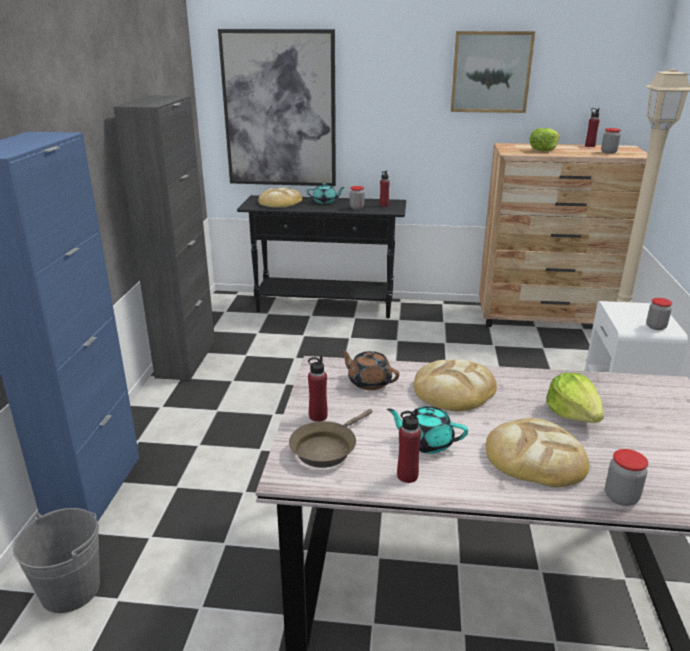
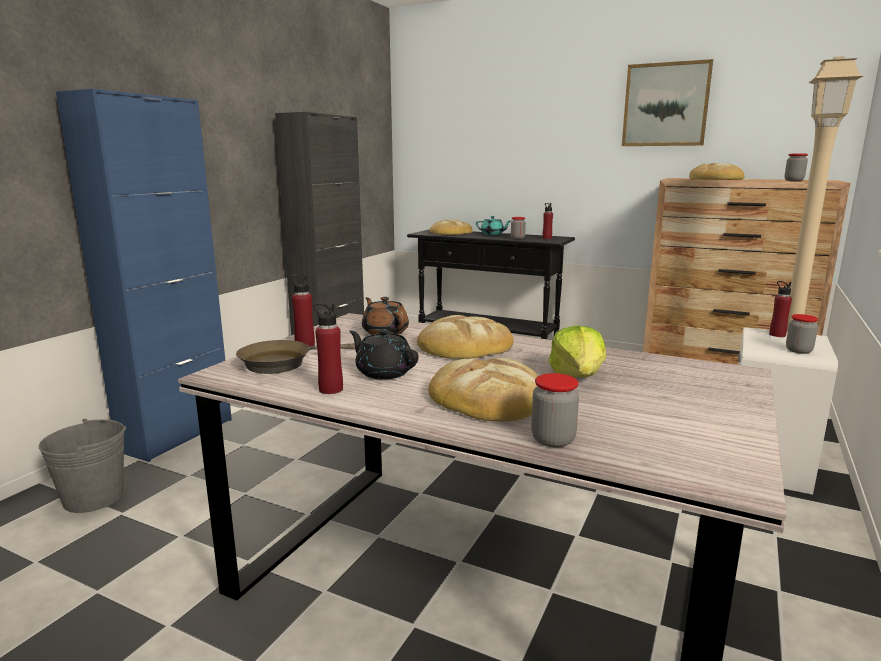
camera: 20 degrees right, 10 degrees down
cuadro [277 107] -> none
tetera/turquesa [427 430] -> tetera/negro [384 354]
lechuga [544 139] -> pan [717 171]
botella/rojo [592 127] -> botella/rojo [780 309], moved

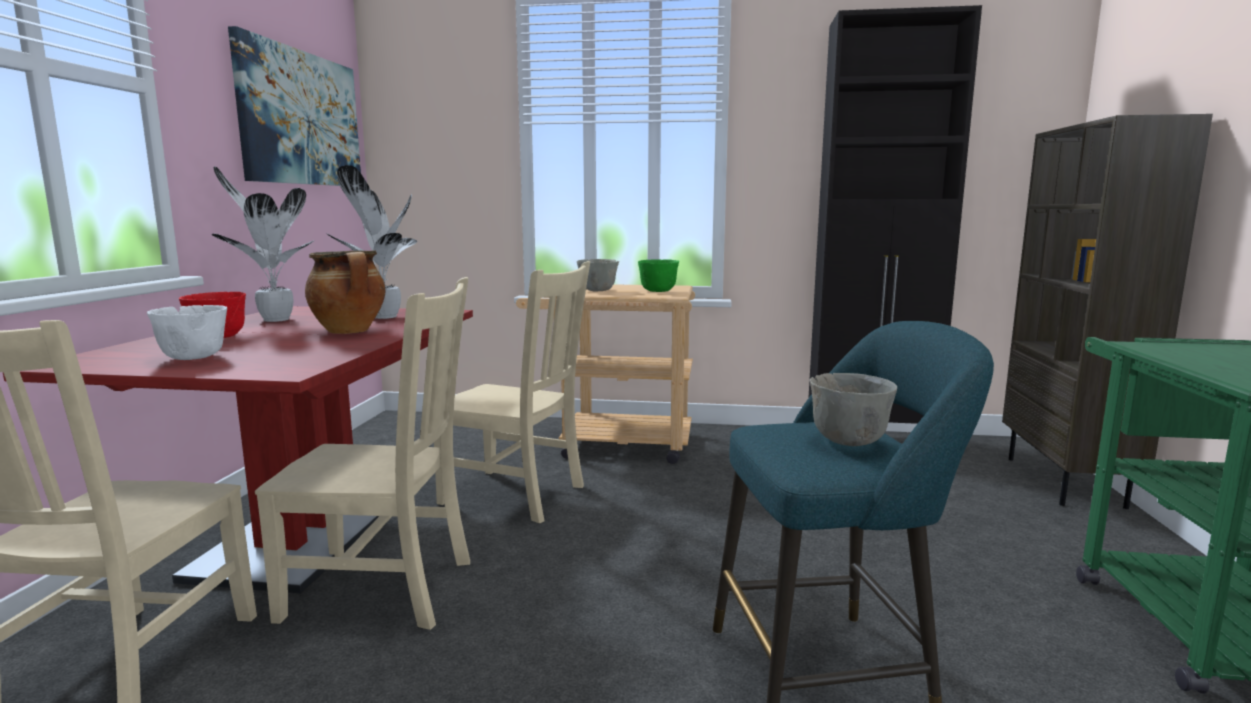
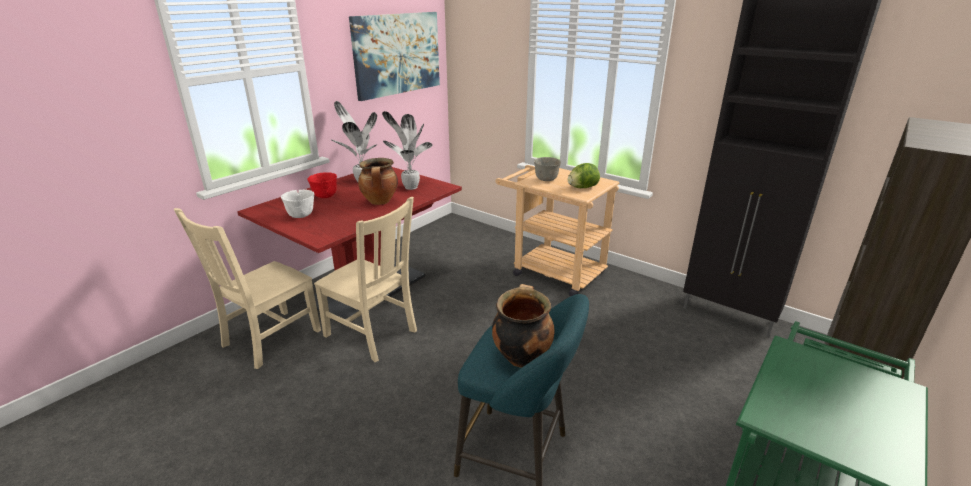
camera: 30 degrees right, 15 degrees up
silla/beis [512 392] -> none
cuenco/verde [658 275] -> lechuga [584 175]
cuenco/gris [853 409] -> olla [523 326]

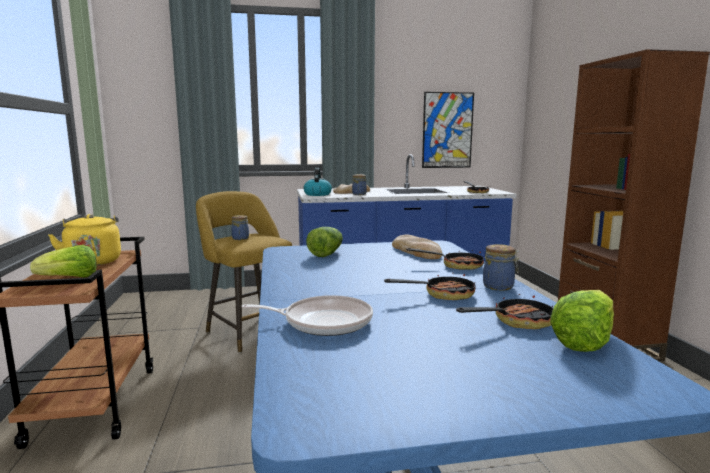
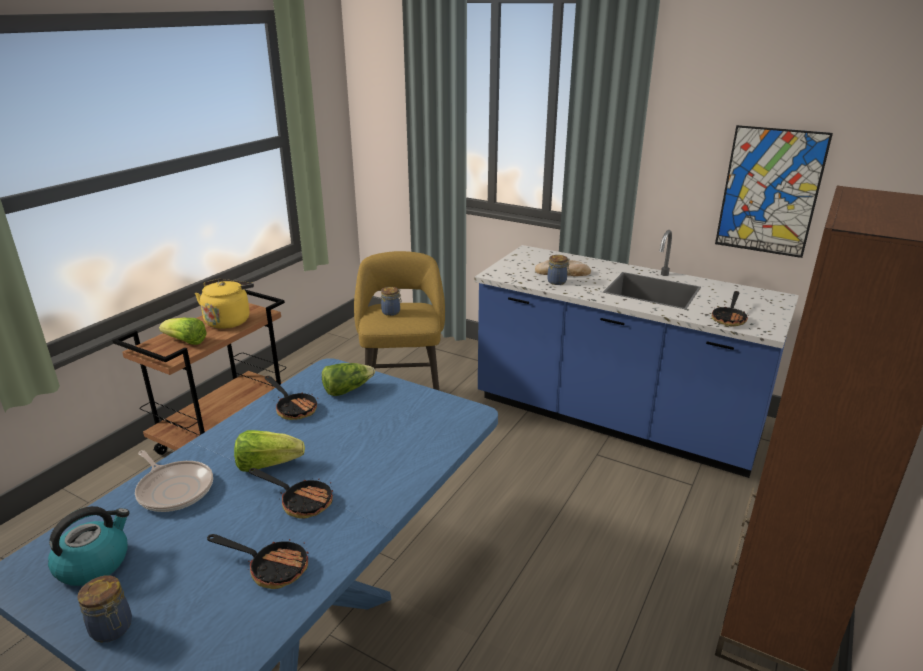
camera: 40 degrees right, 15 degrees up
hervidor [318 182] -> hervidor [89 546], moved
pan [417 246] -> none
sartén [445 259] -> sartén [291 398], moved
tarro [501 267] -> tarro [104 608], moved
lechuga [582 321] -> lechuga [269 451], moved

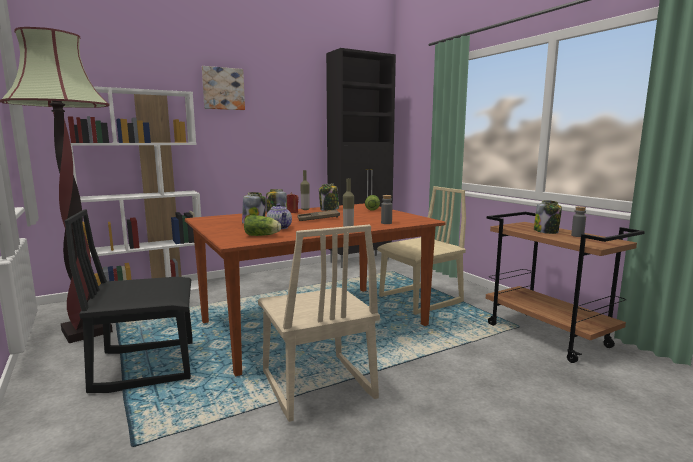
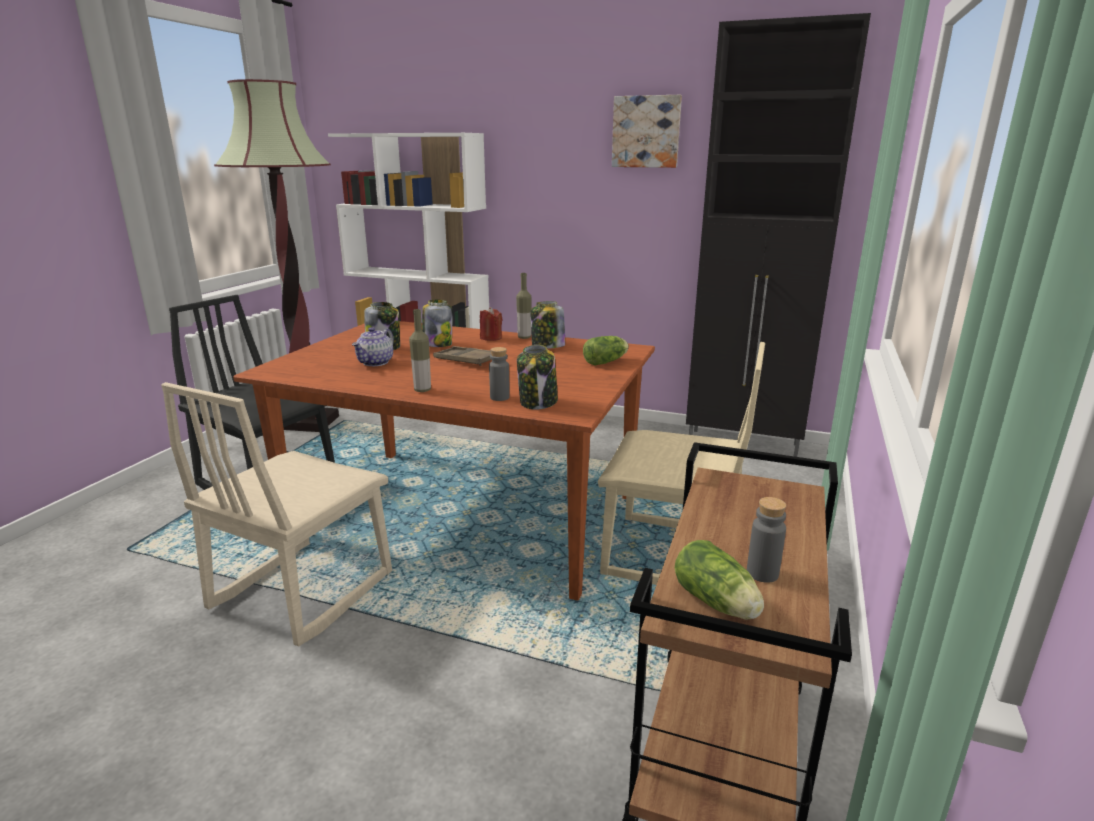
camera: 50 degrees right, 10 degrees up
cuadro [223 88] -> cuadro [647 131], moved
lechuga [262 225] -> lechuga [719 580], moved
tarro [548 217] -> tarro [537 377], moved

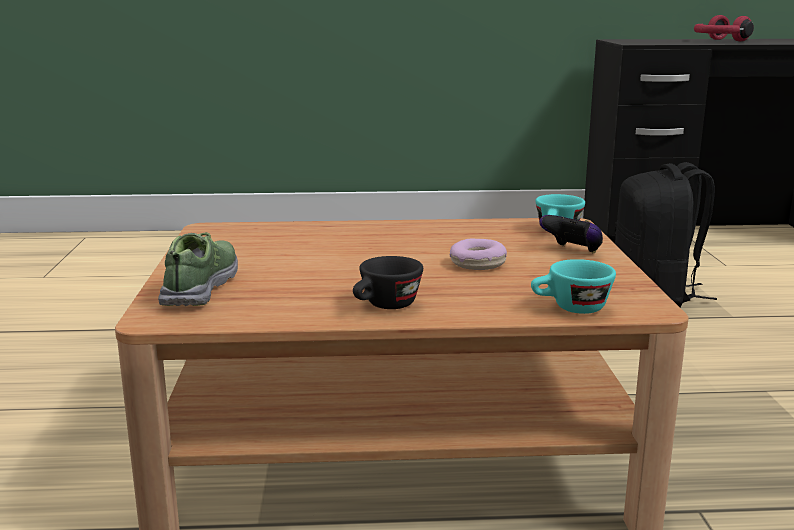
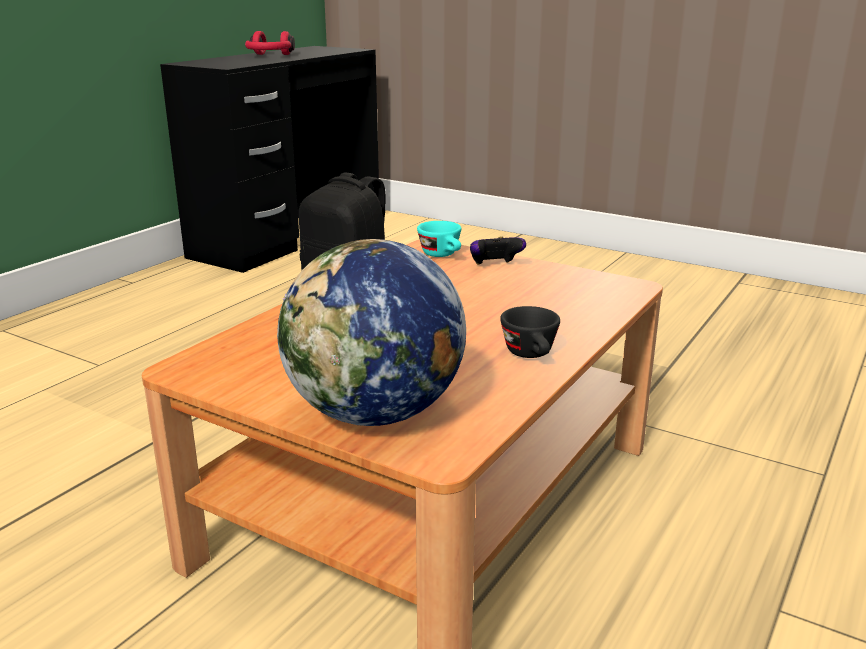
camera: 55 degrees left, 5 degrees up
zapato [198 269] -> globo terráqueo [371 332]
rosquilla [478 254] -> none
taza/turquesa [573 286] -> none

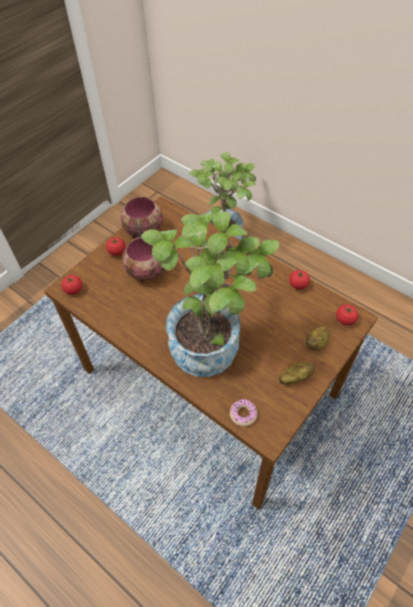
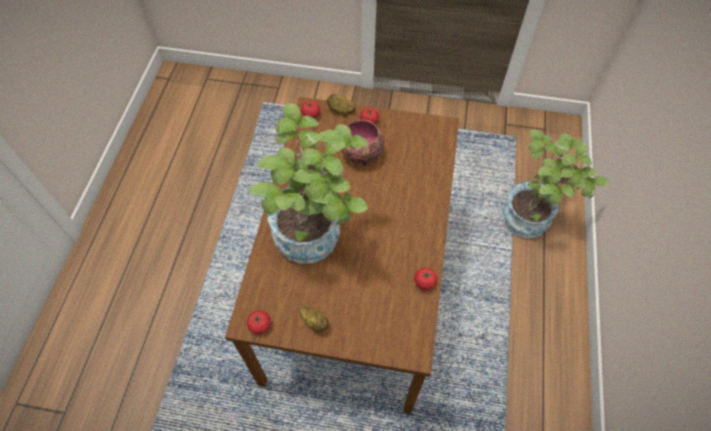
camera: 60 degrees right, 5 degrees up
cuenco [142 217] -> none
rosquilla [244 413] -> none
patata [317 338] -> patata [341 104], moved
tomate [347 314] -> tomate [259 322], moved

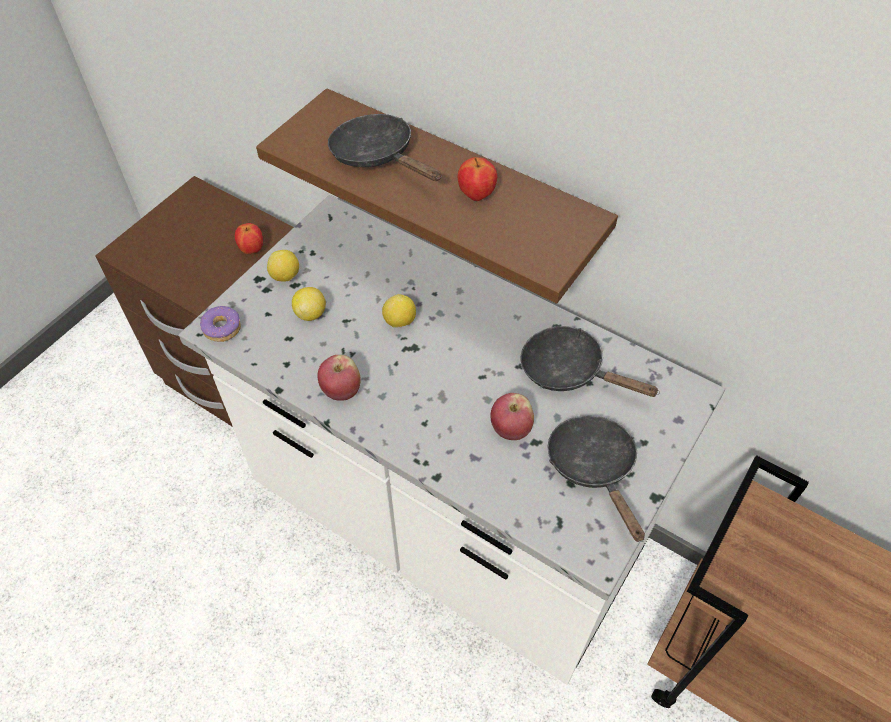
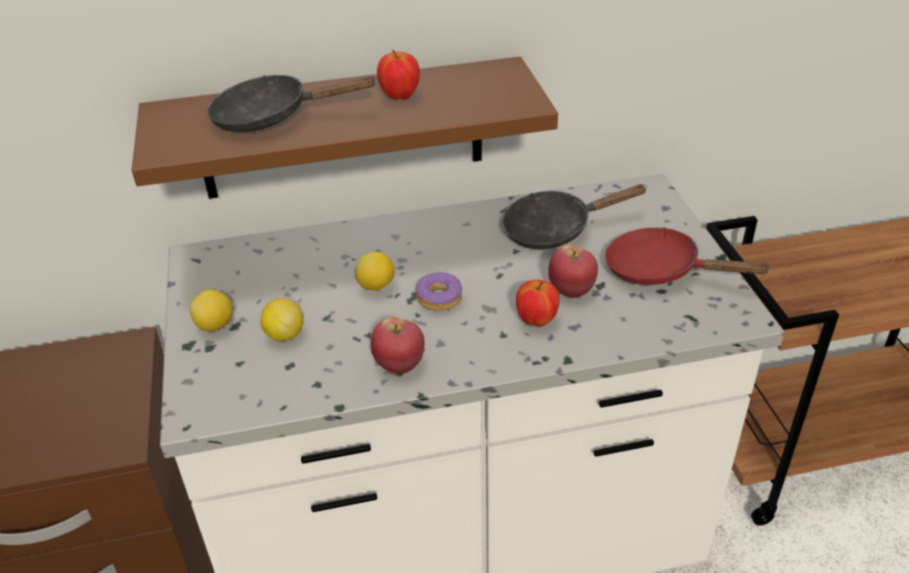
camera: 45 degrees left, 15 degrees down
rosquilla [220 324] -> rosquilla [439 291], moved
manzana [249 238] -> manzana [538 303], moved
sartén/negro [596 478] -> sartén/rojo [688 256]

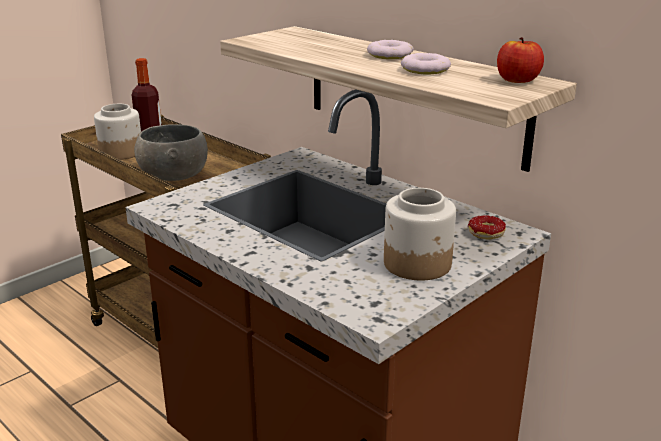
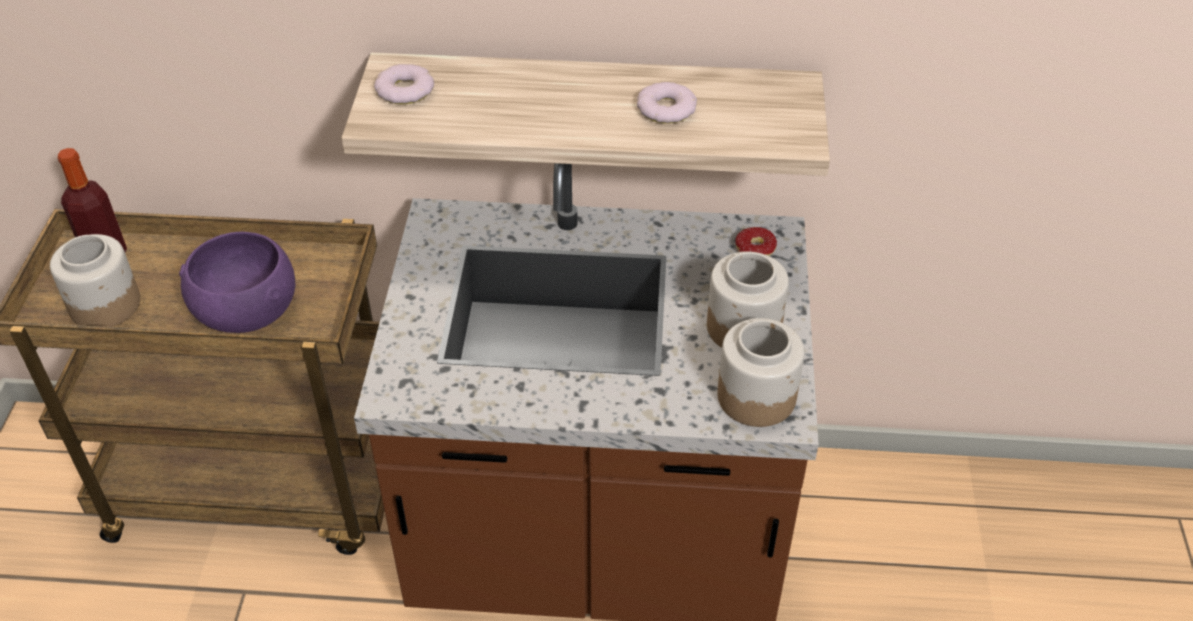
camera: 40 degrees left, 20 degrees up
cuenco/gris [171 152] -> cuenco/morado [237 282]
rosquilla [390 49] -> rosquilla [404 84], moved
manzana [520 60] -> none
none -> tarro [761 372]

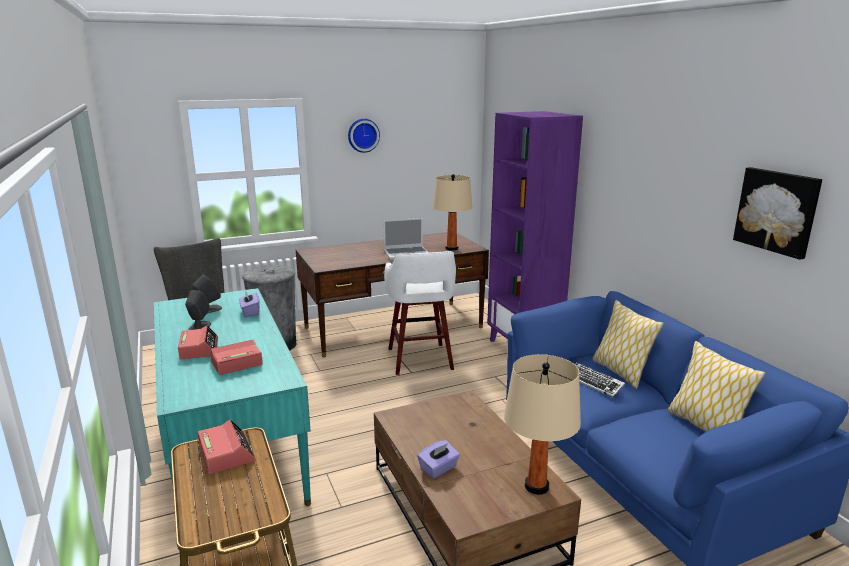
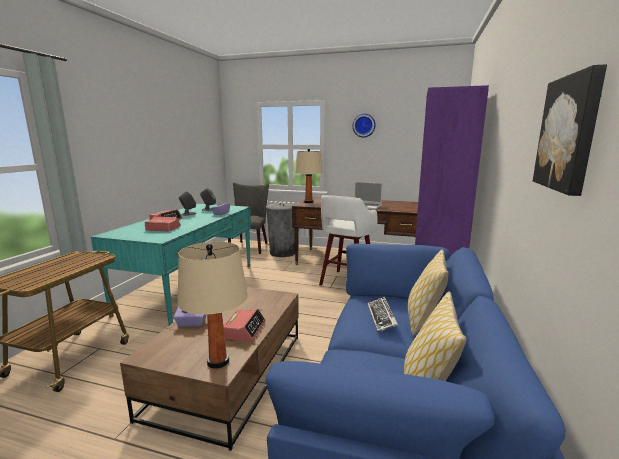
camera: 40 degrees right, 5 degrees down
despertador [226 446] -> despertador [244 325], moved
lámpara de mesa/beis [452 212] -> lámpara de mesa/beis [309 176], moved

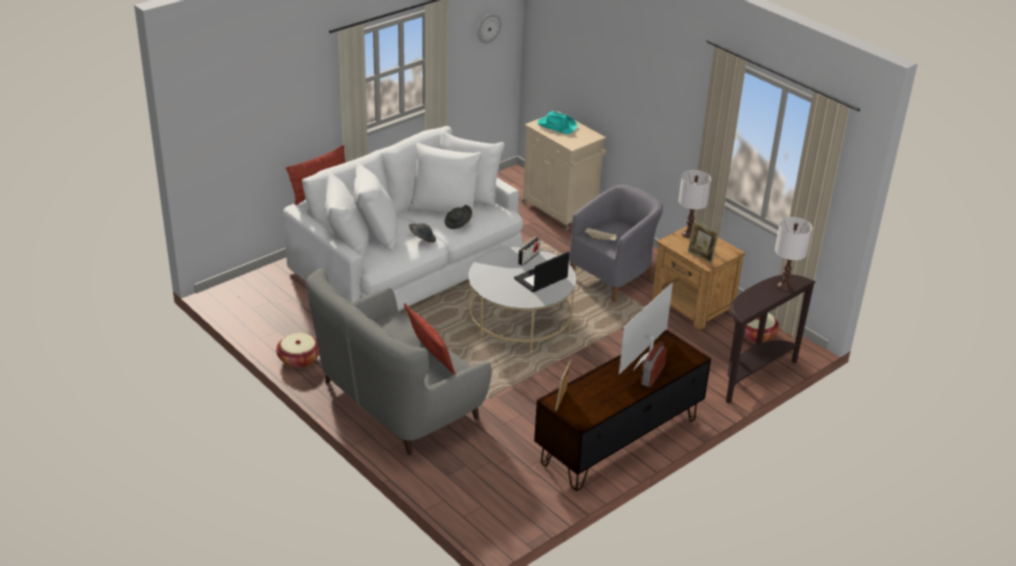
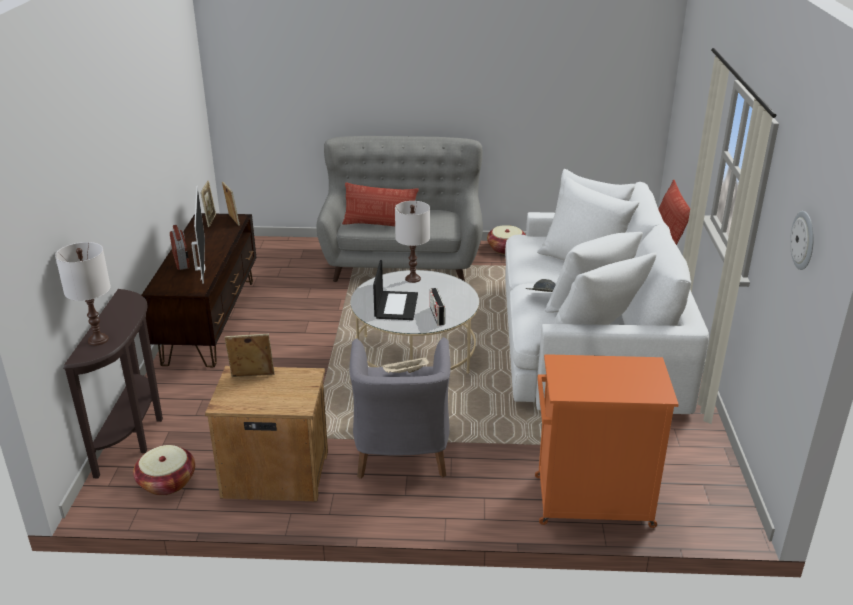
camera: 135 degrees right, 5 degrees down
sombrero/gris [422 233] -> none
armario/beis [564 170] -> armario/naranja [607 441]
sombrero/turquesa [557 122] -> none
lámpara de mesa/blanco [695 204] -> lámpara de mesa/blanco [412 242], moved
none -> portarretratos [208 204]

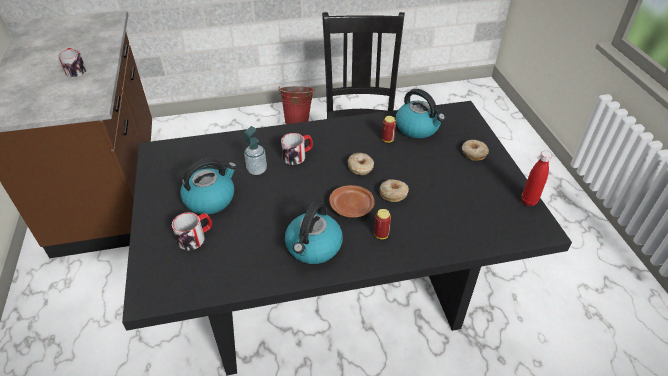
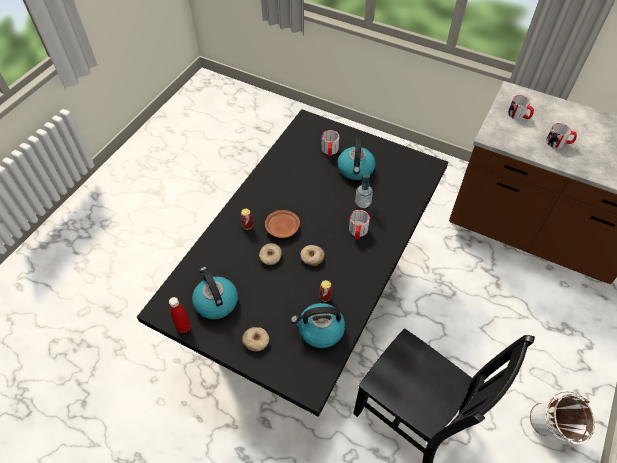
camera: 130 degrees right, 10 degrees up
cubo/rojo [296 105] -> cubo/blanco [562 417]
hervidor [314 232] -> hervidor [215 293], moved
none -> taza grande [521 107]

